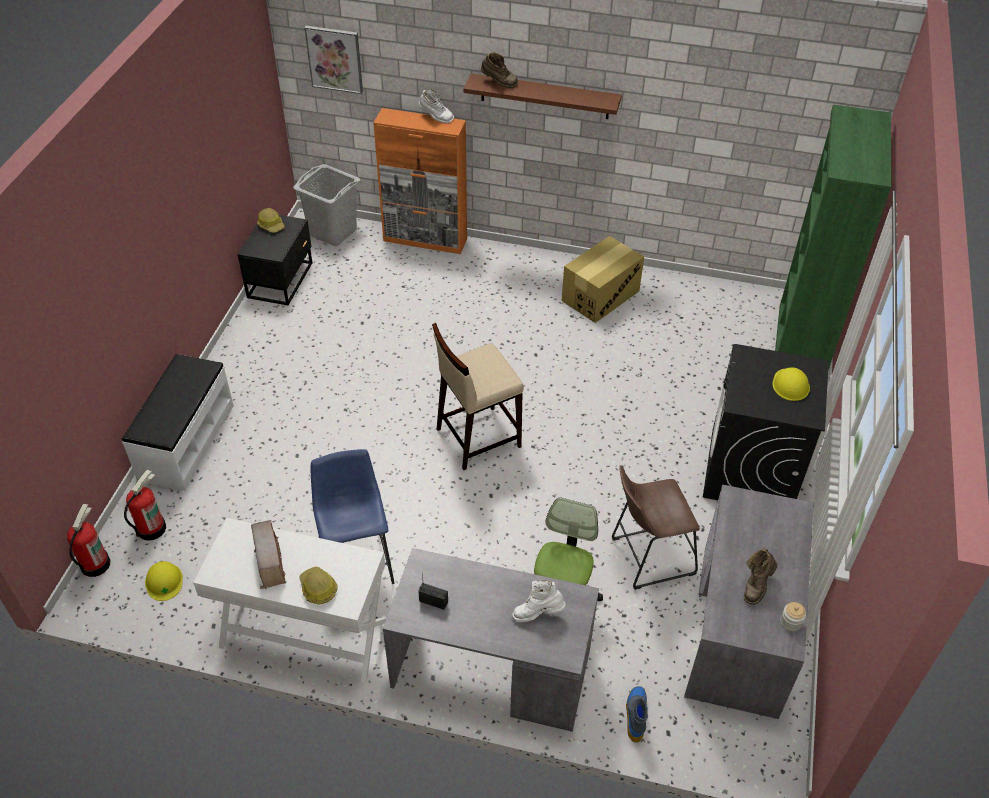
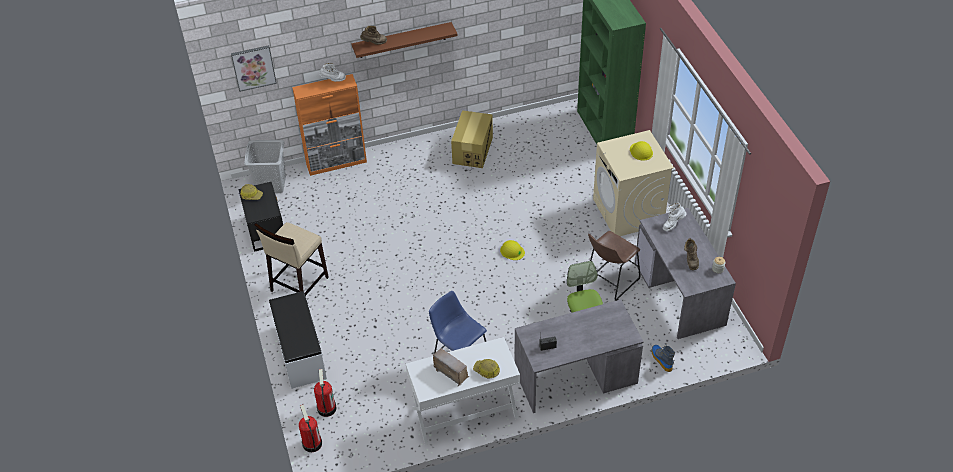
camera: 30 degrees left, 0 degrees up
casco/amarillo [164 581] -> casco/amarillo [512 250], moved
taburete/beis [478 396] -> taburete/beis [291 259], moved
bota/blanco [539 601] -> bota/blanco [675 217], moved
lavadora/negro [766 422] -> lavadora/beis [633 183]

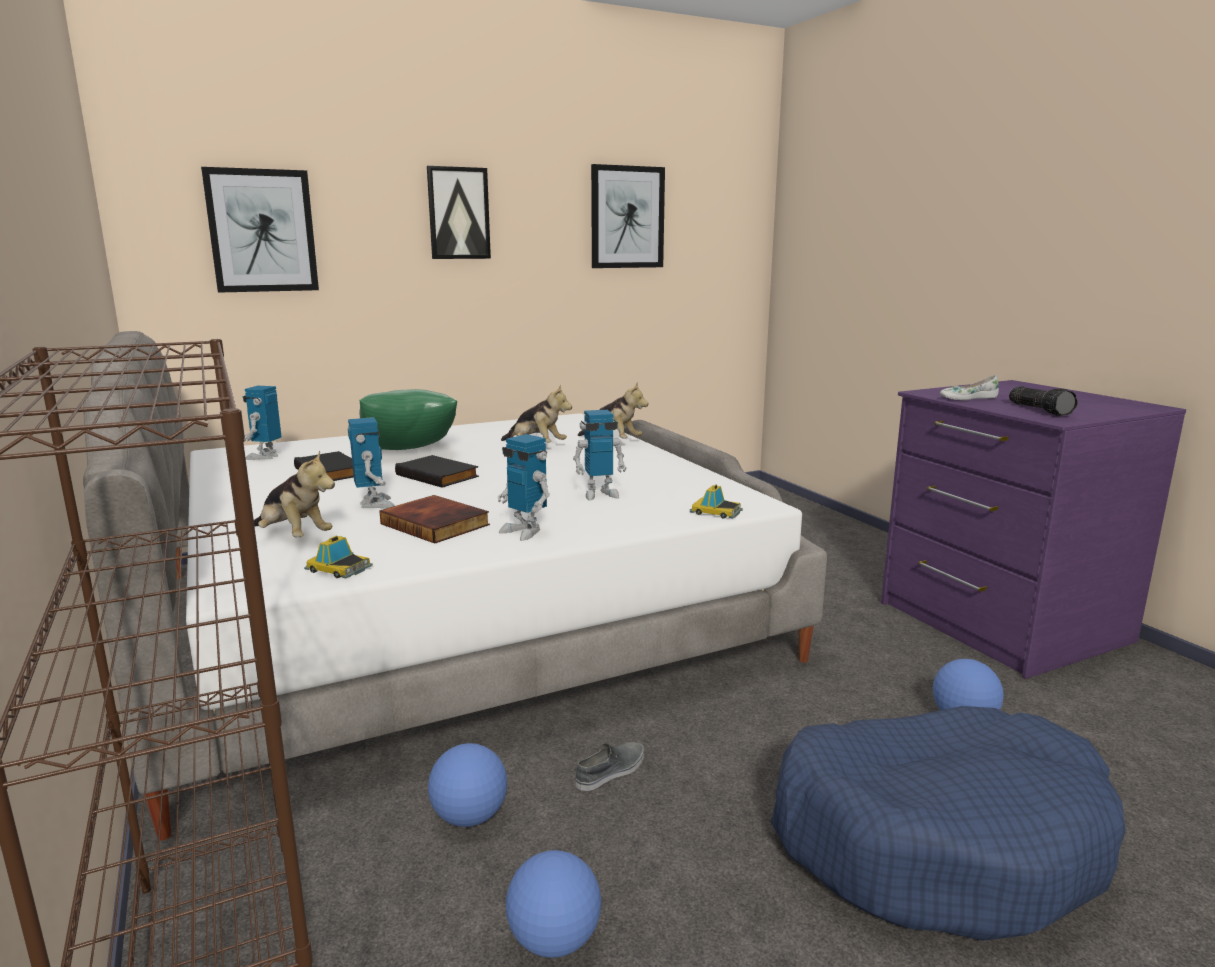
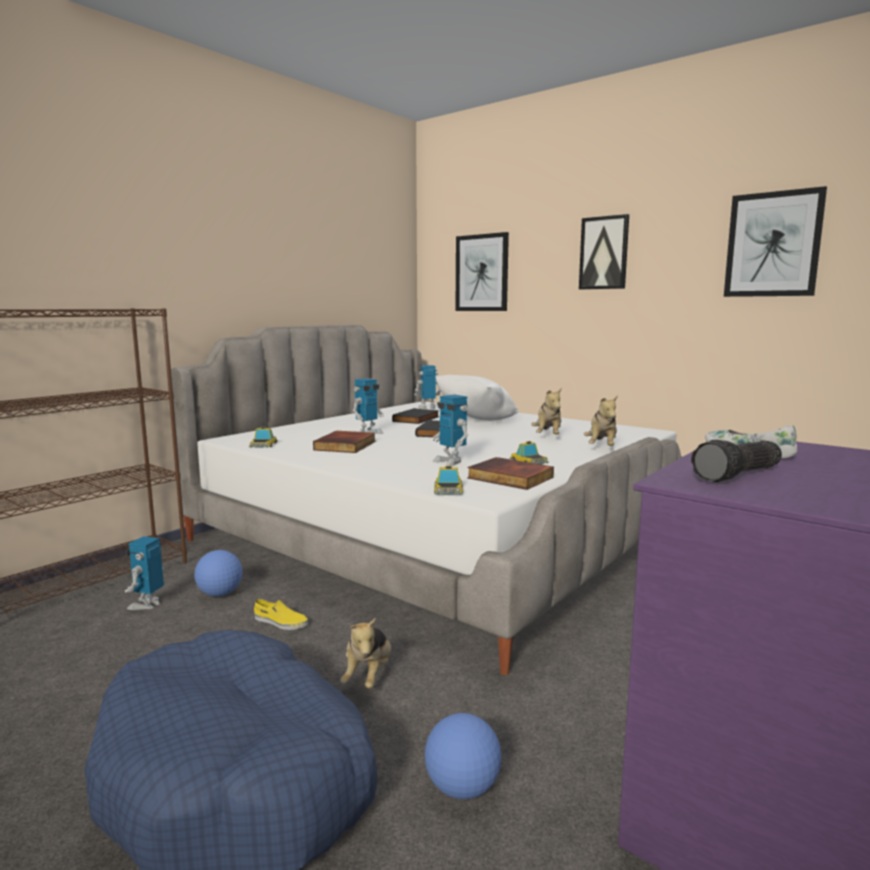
camera: 65 degrees right, 5 degrees down
peluche [294 493] -> peluche [365 653], moved
cojín/verde [408 419] -> cojín/blanco [477 398]
robot de juguete [524 487] -> robot de juguete [144 573], moved
balón de fútbol [553 904] -> none
zapato/gris [610 766] -> zapato/amarillo [281 614]
none -> libro [510 473]
none -> coche de juguete [529 453]

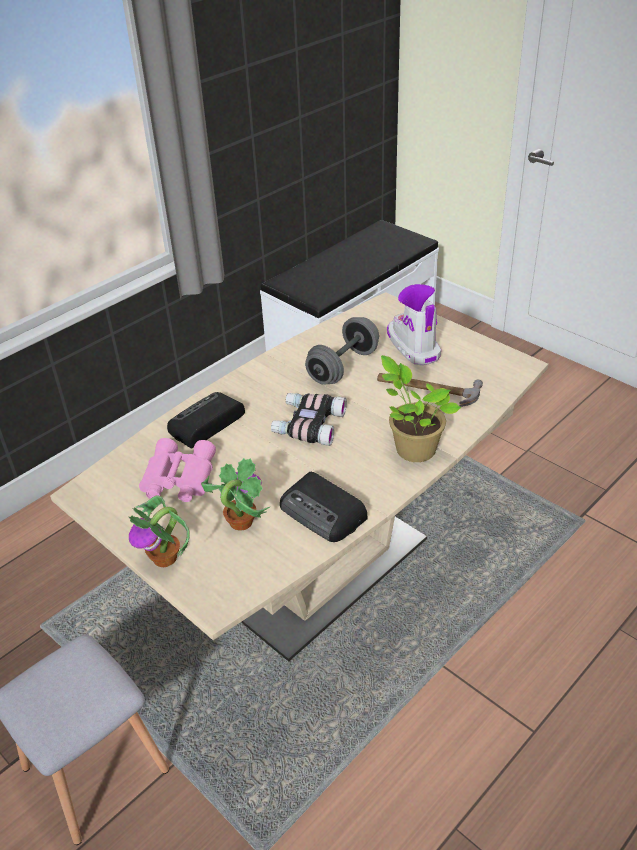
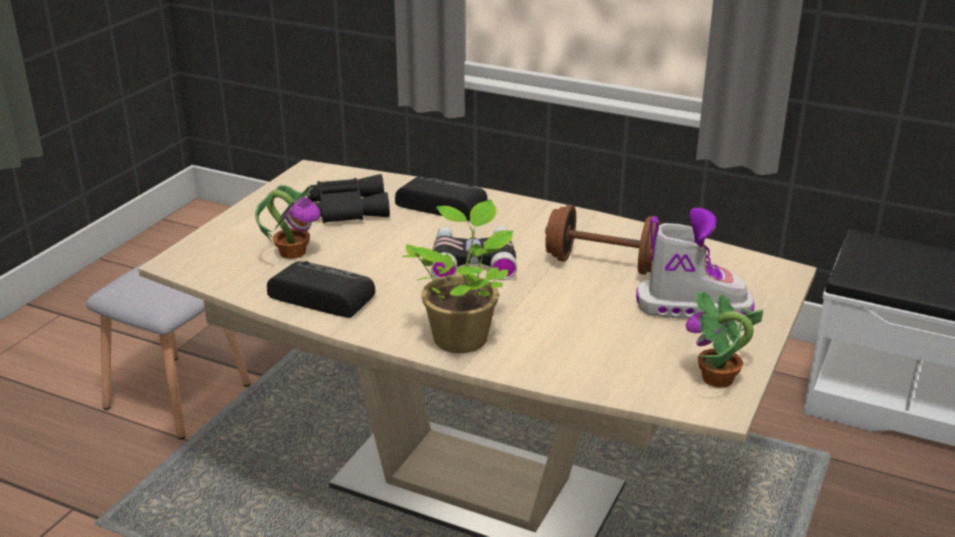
camera: 70 degrees right, 10 degrees down
planta en maceta [159 531] -> planta en maceta [724 338], moved
prismáticos/rosa [177 470] -> prismáticos/negro [348 198]
radio [324 507] -> radio [321 289], 90 degrees clockwise
mancuerna/gris [342 351] -> mancuerna/marrón [603 239]
martillo [430 390] -> none
bota [414 325] -> bota [695 263], 45 degrees clockwise

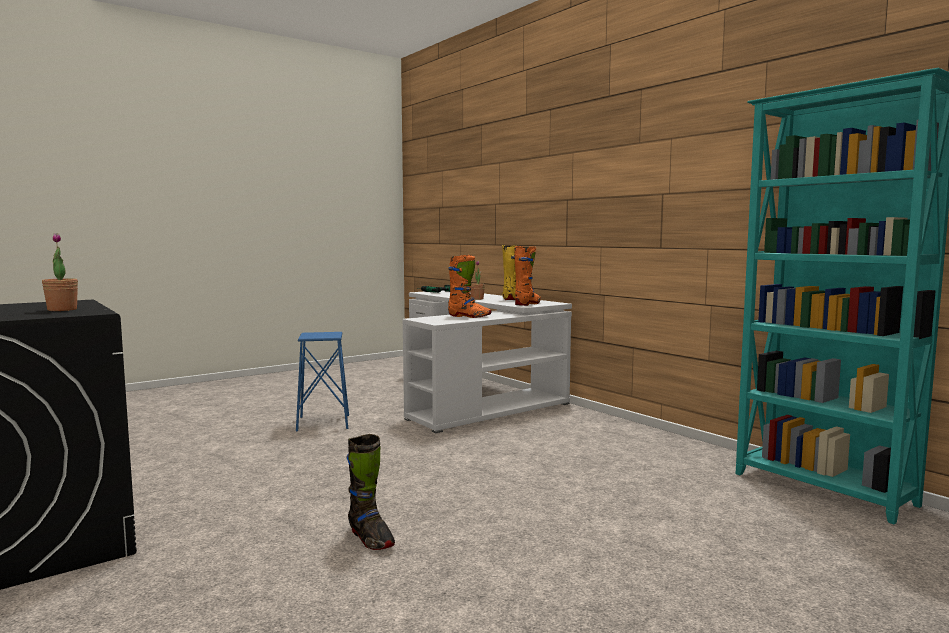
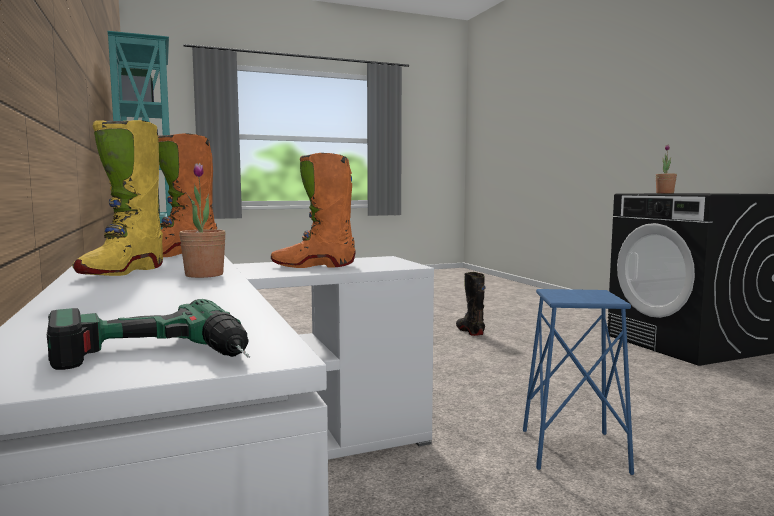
camera: 165 degrees left, 0 degrees up
bota/naranja [469 286] -> bota/naranja [313 210], 45 degrees counterclockwise

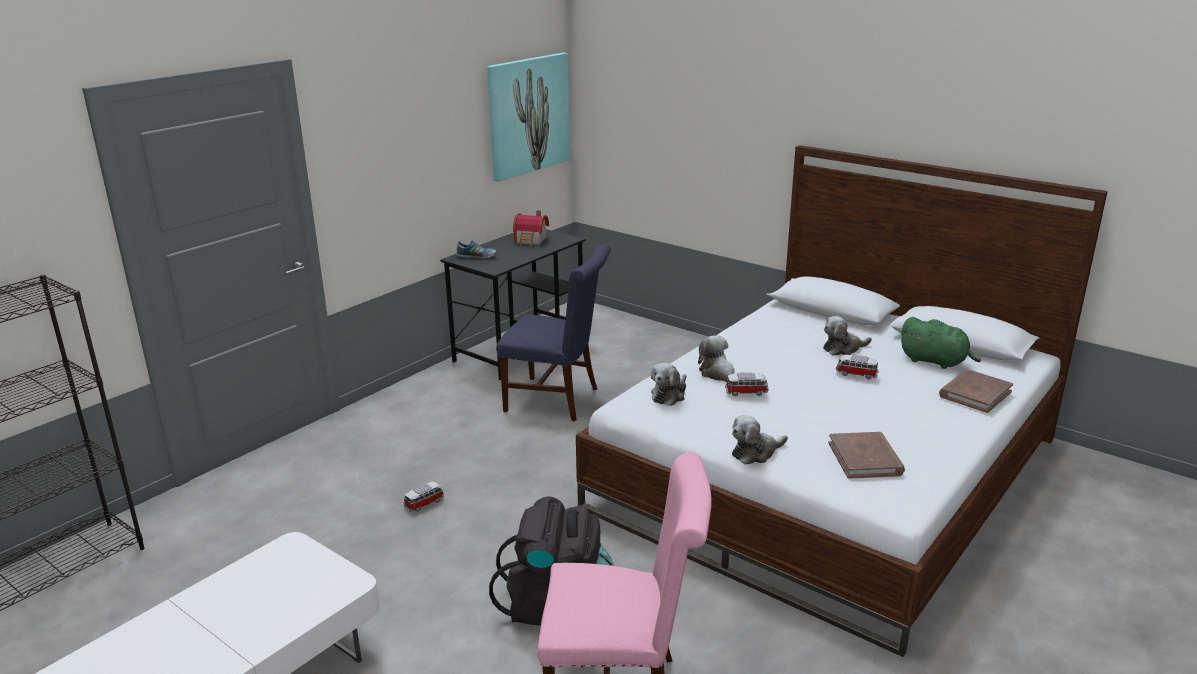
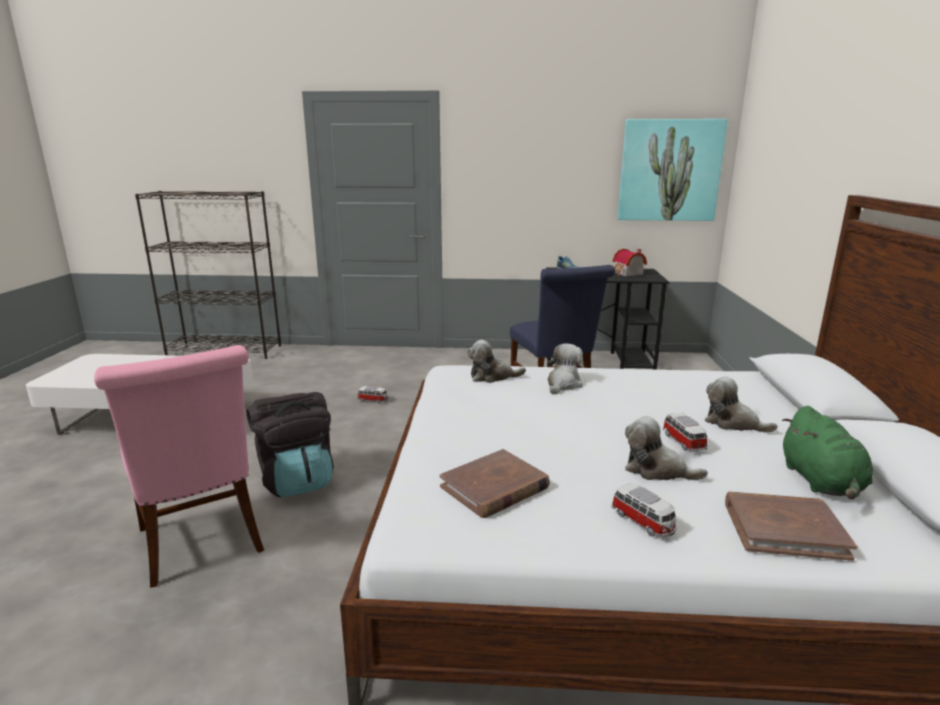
camera: 55 degrees right, 5 degrees down
coche de juguete [747 384] -> coche de juguete [643 510], moved
peluche [760 440] -> peluche [666 448], moved

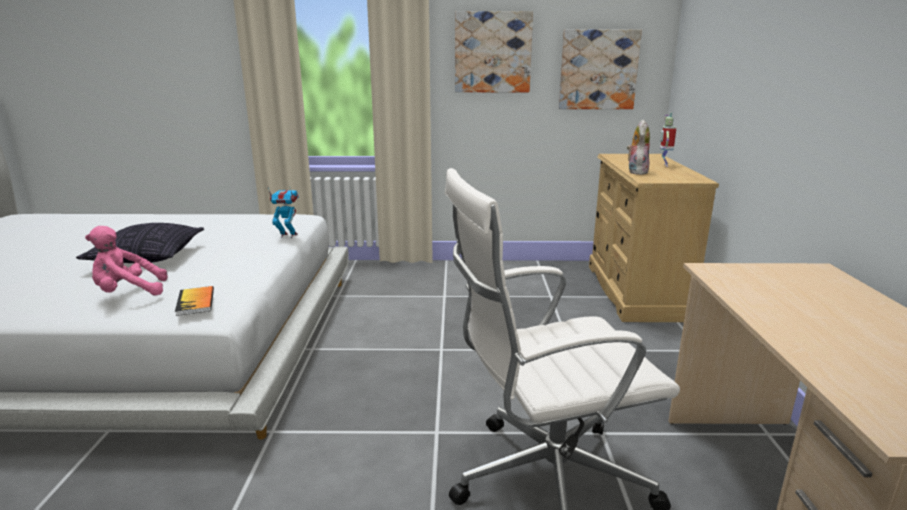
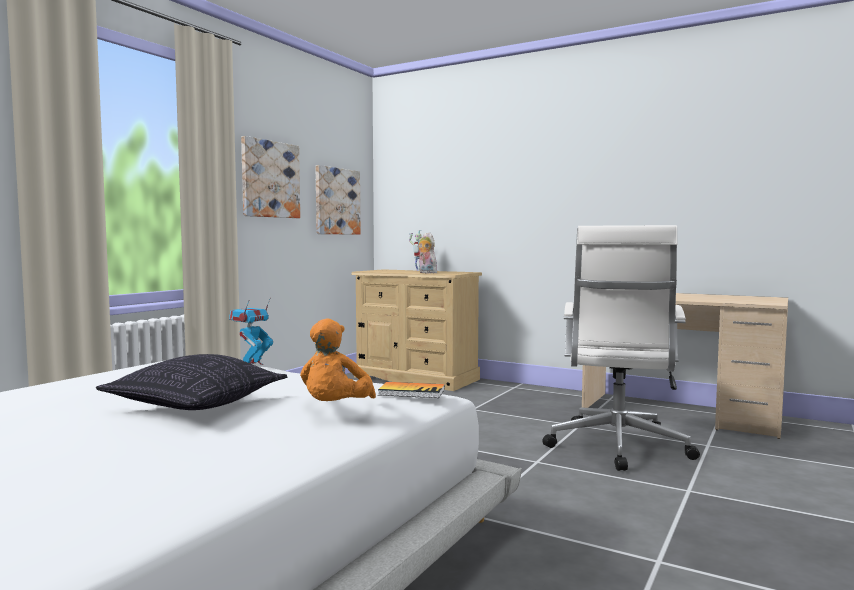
camera: 60 degrees left, 15 degrees down
peluche/rosa [126 261] -> peluche/naranja [338 360]

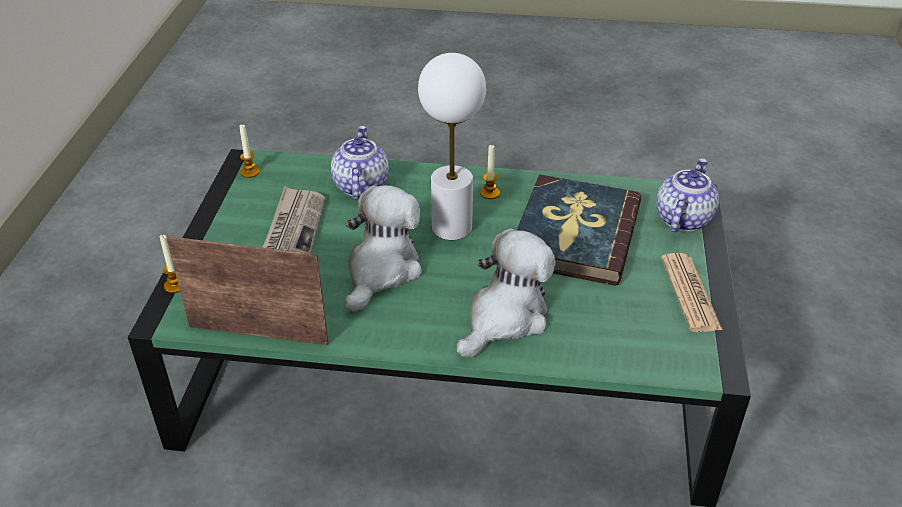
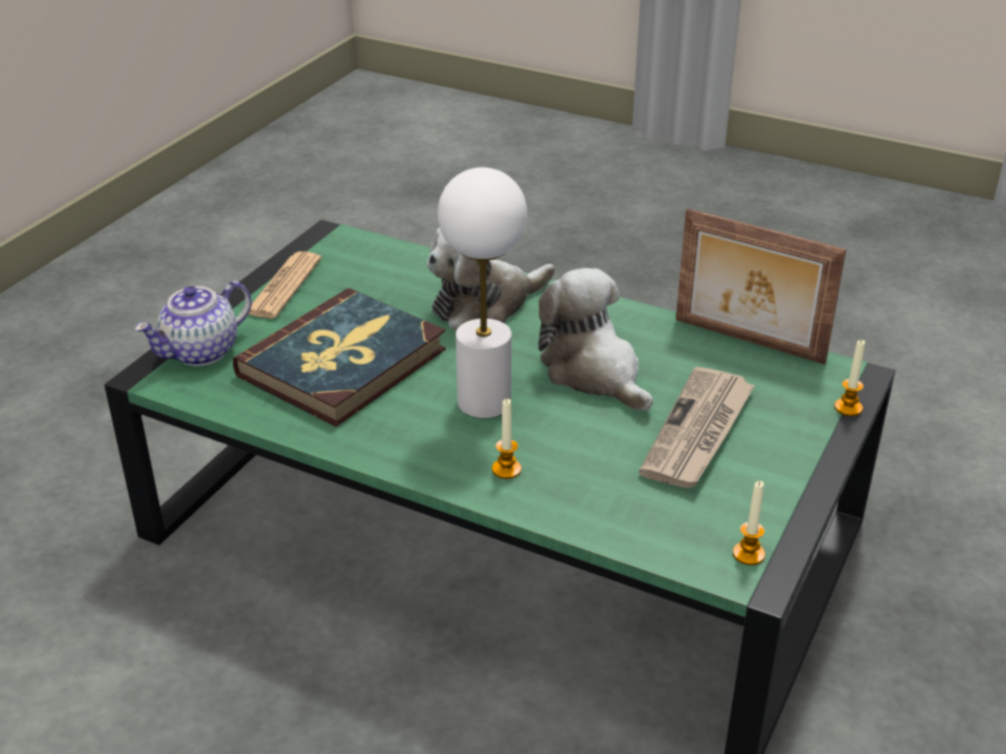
camera: 160 degrees left, 5 degrees down
tetera [360 163] -> none
peluche [383 248] -> peluche [595 339], 105 degrees clockwise
vela [490 171] -> vela [506 439], moved

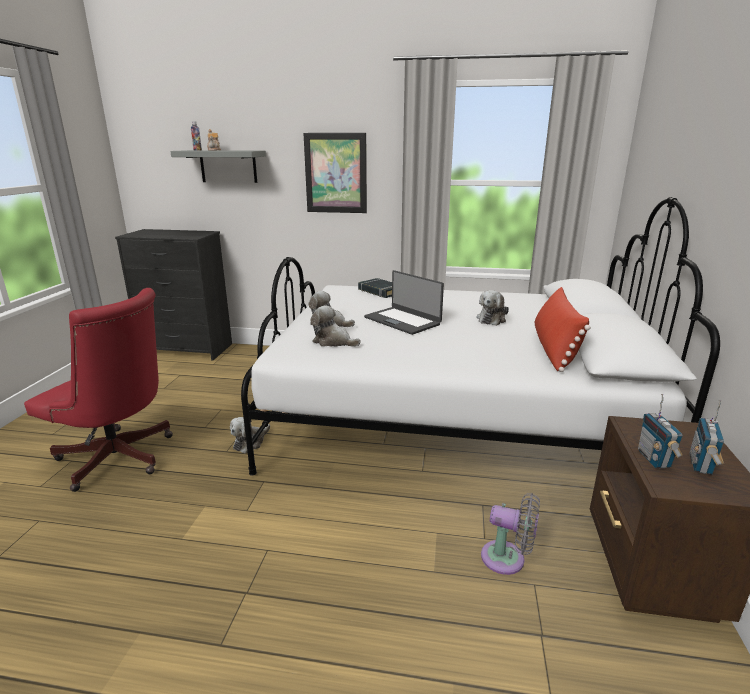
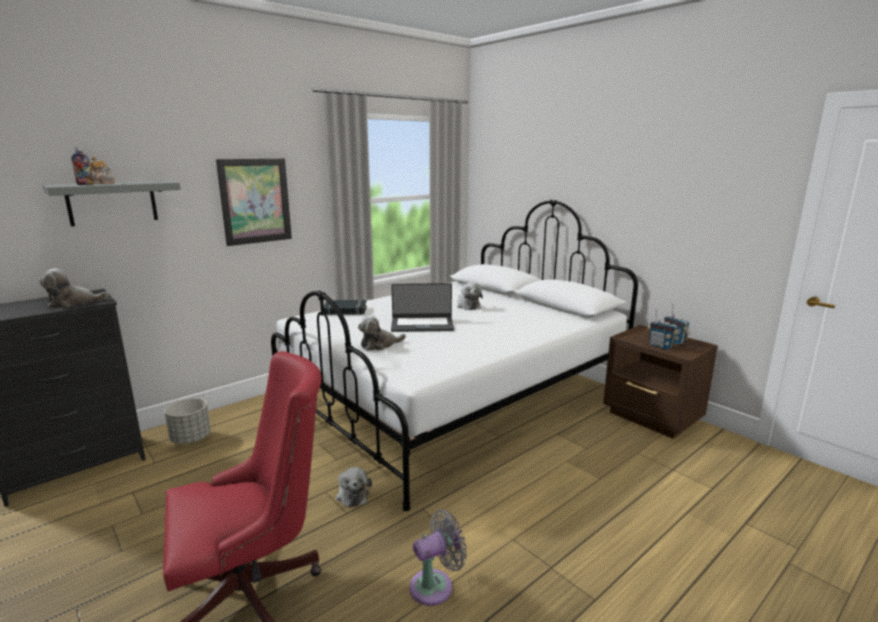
camera: 50 degrees left, 5 degrees down
peluche [335 326] -> peluche [74 288], moved
ventilador/gris [510 534] -> ventilador/gris [438 558], moved
cojín/rojo [563 329] -> none
none -> maceta/gris [187 421]

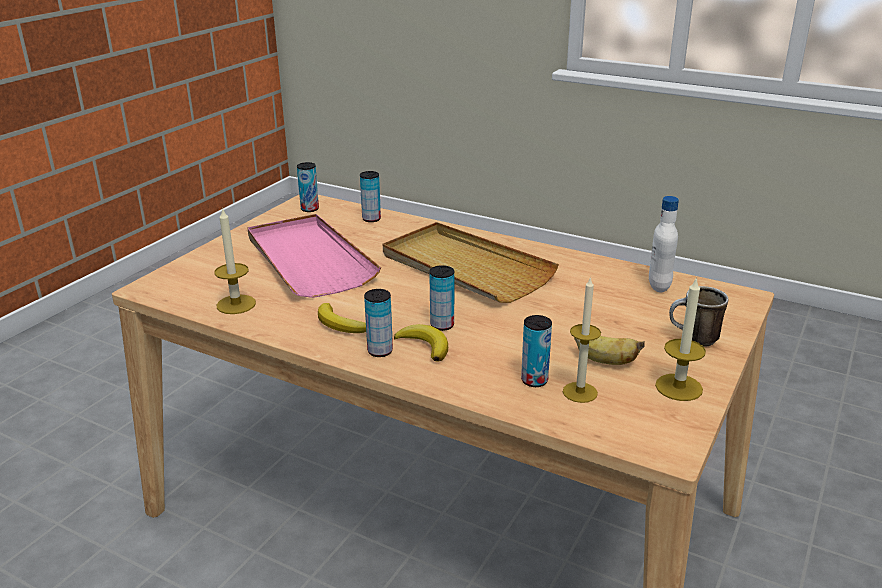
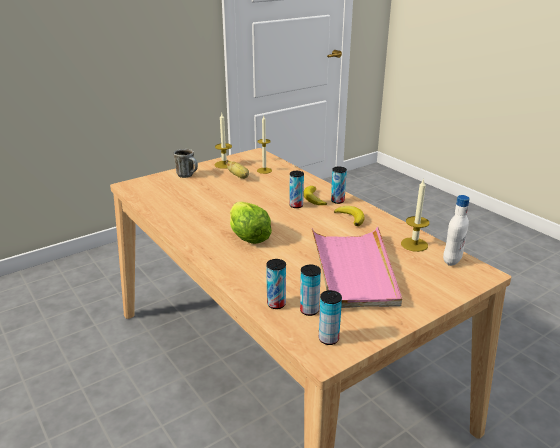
camera: 155 degrees left, 0 degrees up
bandeja/beis [471 262] -> lechuga [251 222]
lata [536 351] -> lata [310 290], moved
botella/blanco [664 244] -> botella/blanco [456 230], moved

